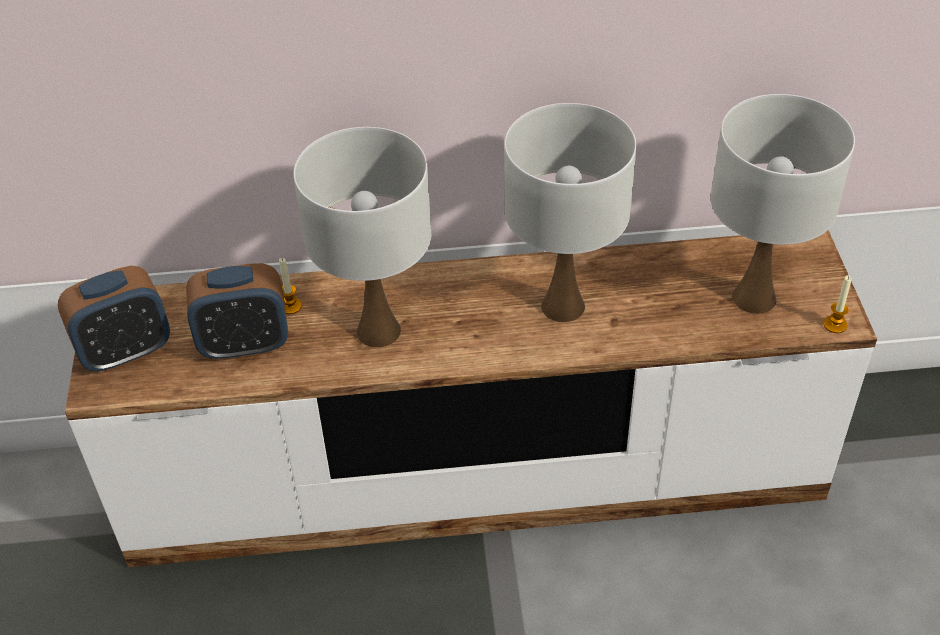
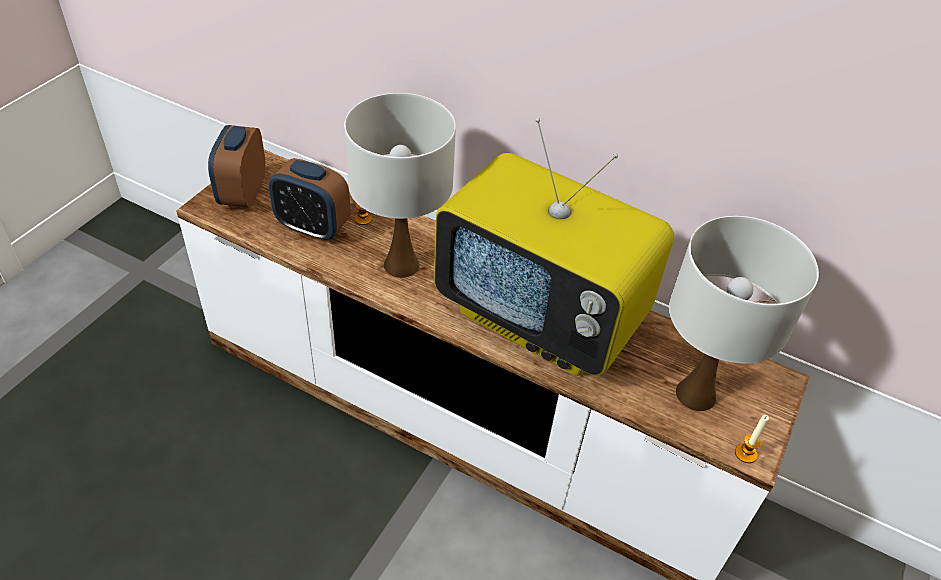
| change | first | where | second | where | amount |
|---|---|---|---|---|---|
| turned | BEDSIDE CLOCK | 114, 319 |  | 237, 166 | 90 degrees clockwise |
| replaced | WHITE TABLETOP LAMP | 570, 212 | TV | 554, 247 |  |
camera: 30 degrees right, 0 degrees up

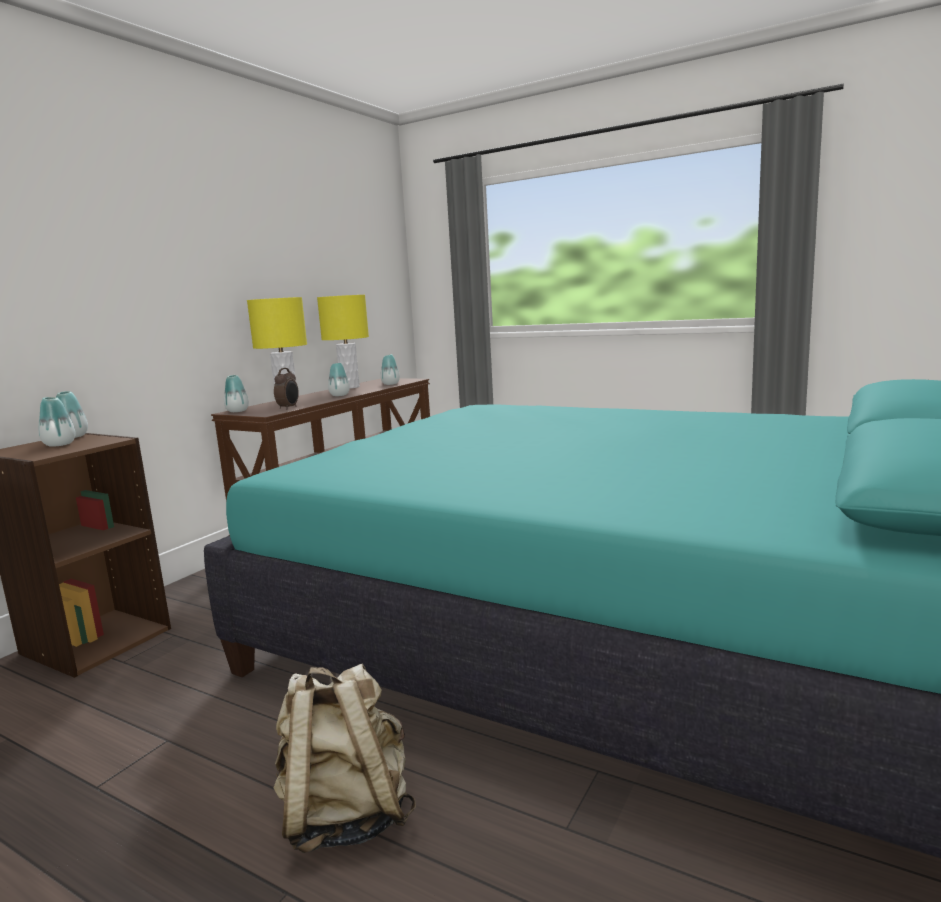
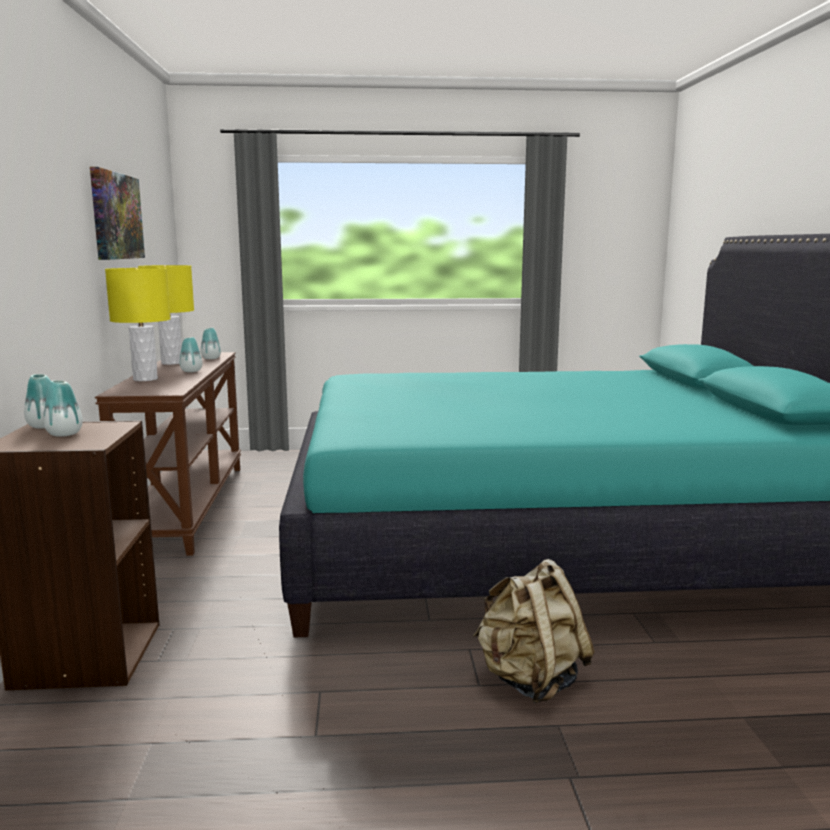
| change | first | where | second | where | amount |
|---|---|---|---|---|---|
| removed | FLOWER VASE | 236, 393 |  |  |  |
| removed | BEDSIDE CLOCK | 286, 388 |  |  |  |
| added |  |  | WALL PICTURE | 117, 213 |  |
camera: 35 degrees left, 0 degrees up

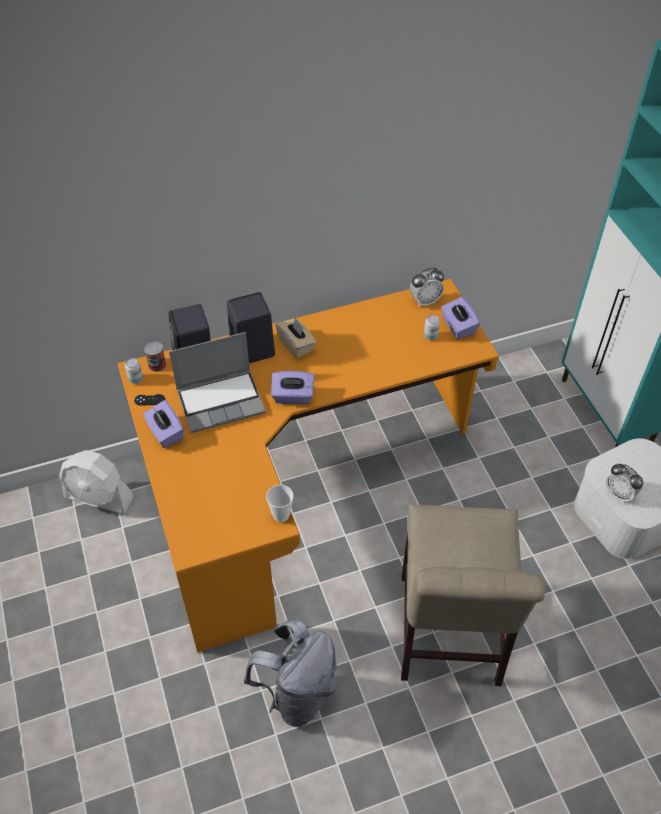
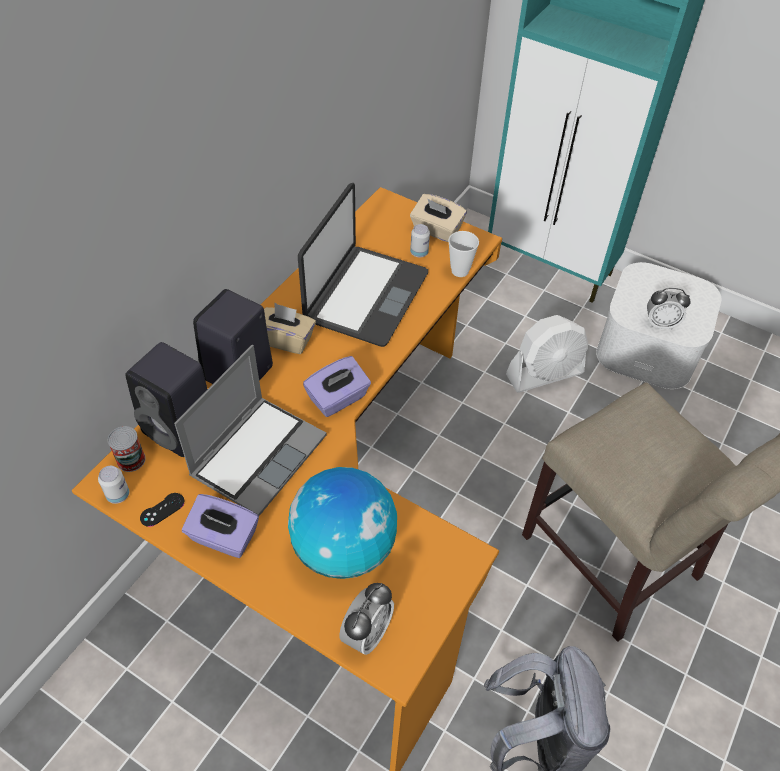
| change | first | where | second | where | amount |
|---|---|---|---|---|---|
| moved | WHITE ELECTRIC FAN | 96, 482 |  | 547, 354 |  |
| moved | DRINKING CUP | 280, 503 |  | 463, 254 |  |
| moved | BEDSIDE CLOCK | 427, 287 |  | 366, 619 |  |
| recoloured | PURPLISH TISSUE HOLDER | 460, 318 | SAND-COLOURED TISSUE HOLDER | 438, 218 |  |
| added |  |  | WORLD GLOBE | 342, 523 |  |
| added |  |  | NOTEBOOK COMPUTER | 363, 265 |  |
camera: 40 degrees left, 0 degrees up

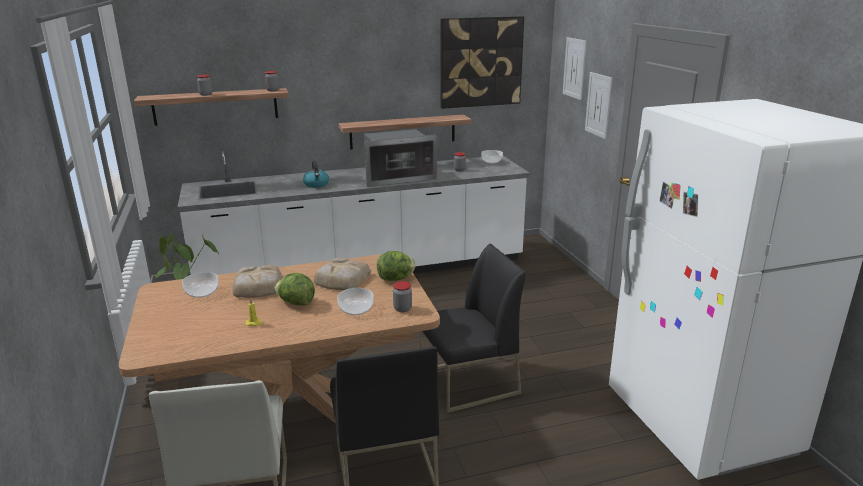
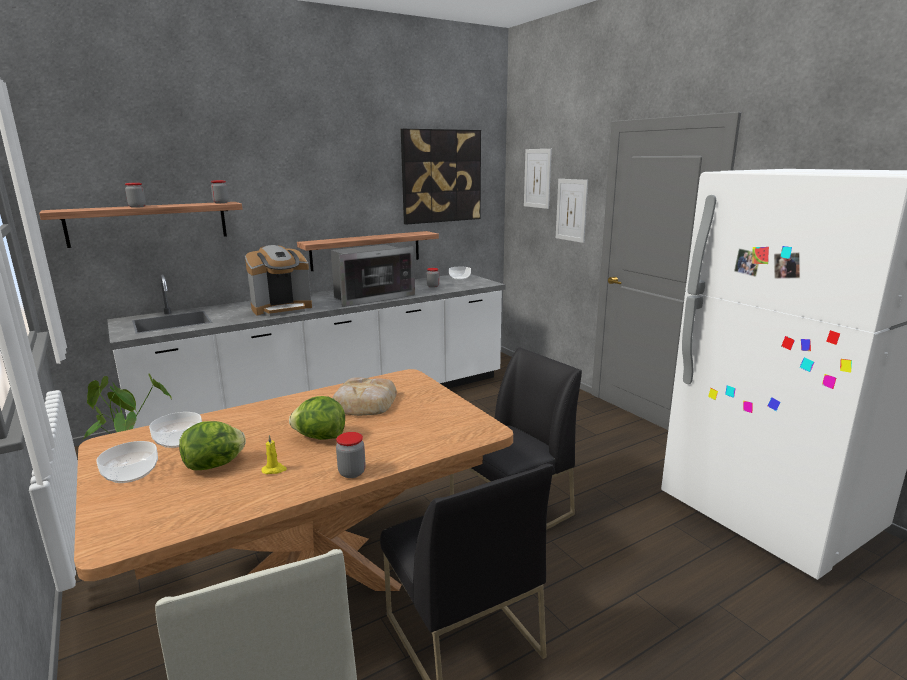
| change | first | where | second | where | amount |
|---|---|---|---|---|---|
| removed | BAKED BREAD | 257, 281 |  |  |  |
| replaced | TEA KETTLE | 316, 174 | COFFEE MACHINE | 278, 280 |  |
| moved | BOWL | 355, 301 |  | 127, 462 |  |
| moved | HEAD OF LETTUCE | 396, 266 |  | 212, 445 |  |
| moved | JAR | 402, 296 |  | 351, 455 |  |
camera: 15 degrees left, 5 degrees down

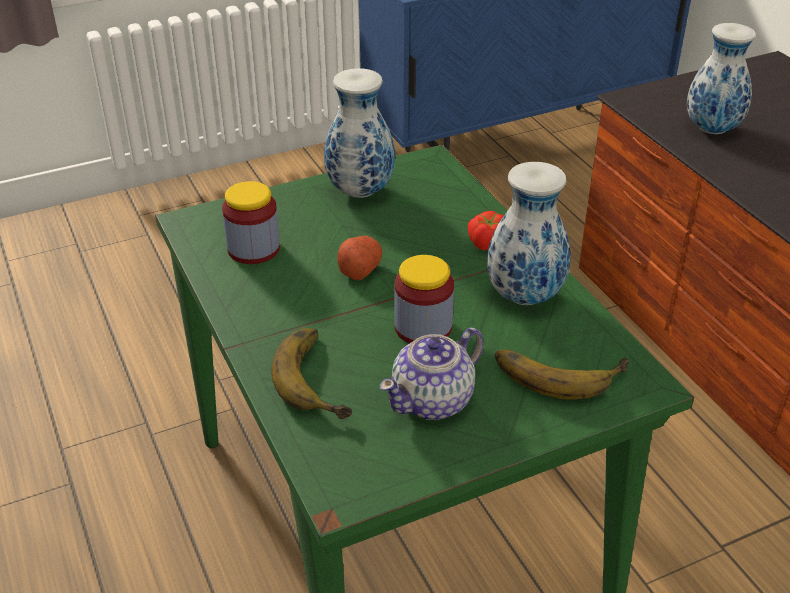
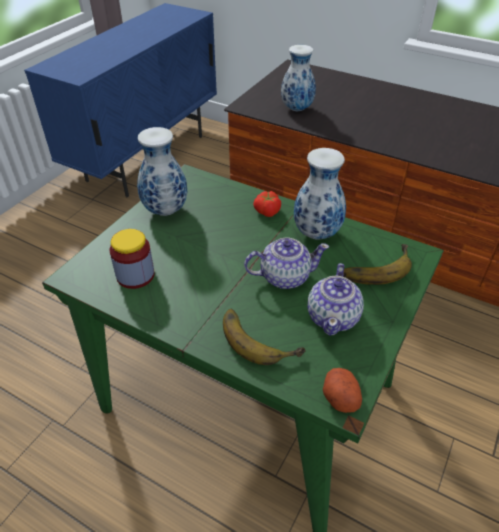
| change | first | where | second | where | amount |
|---|---|---|---|---|---|
| moved | POTATO | 359, 258 |  | 342, 390 |  |
| replaced | JAR | 424, 299 | TEA POT | 286, 263 |  |
camera: 35 degrees left, 5 degrees up

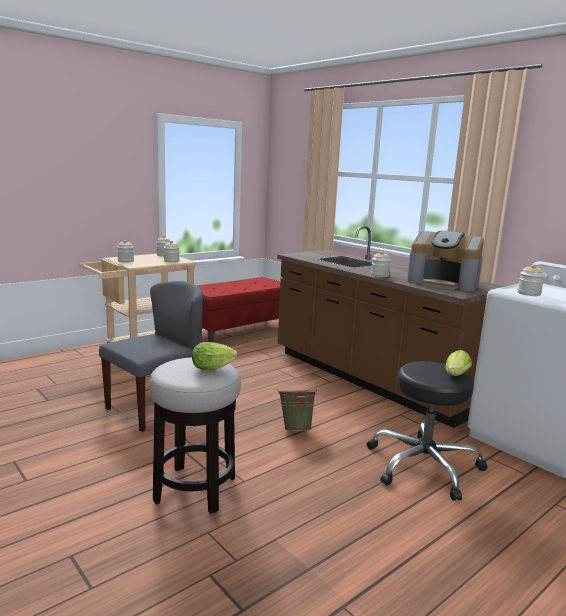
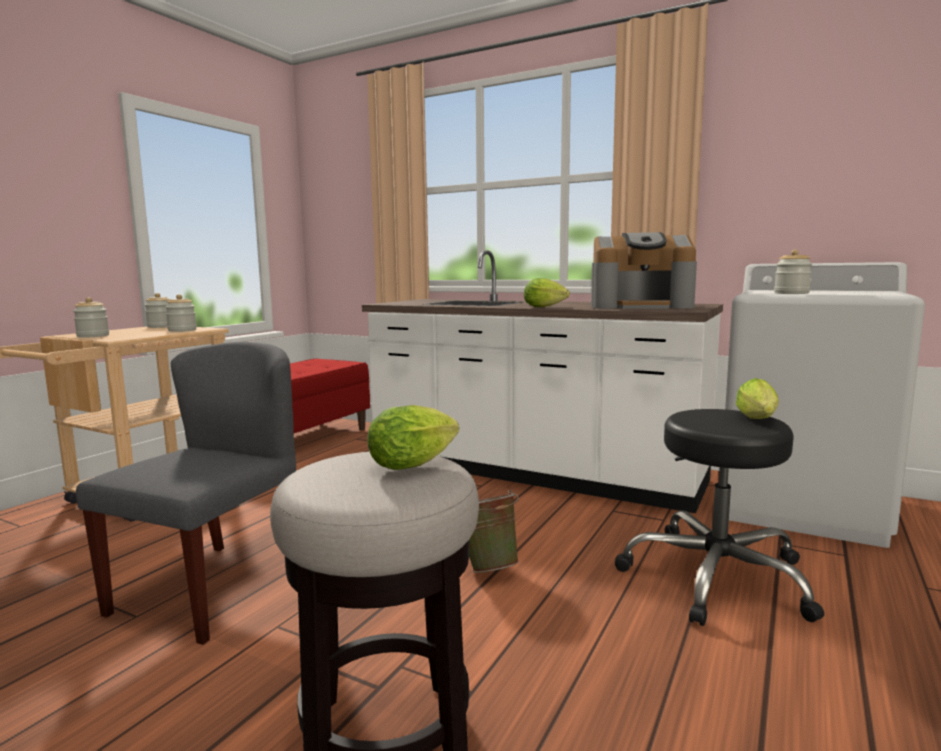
| change | first | where | second | where | amount |
|---|---|---|---|---|---|
| recoloured | BROWN-COLOURED KITCHEN BASE UNIT | 391, 327 | WHITE KITCHEN BASE UNIT | 542, 381 |  |
| replaced | JAR | 381, 264 | HEAD OF LETTUCE | 546, 292 |  |
camera: 20 degrees left, 5 degrees down

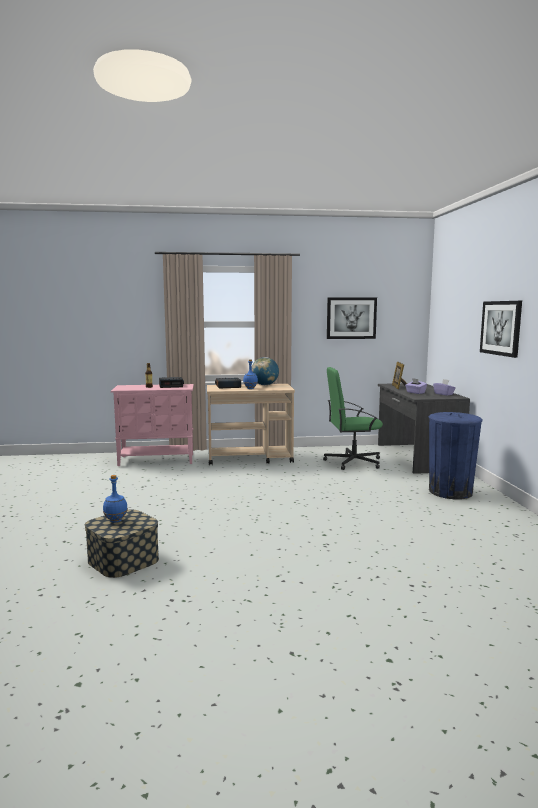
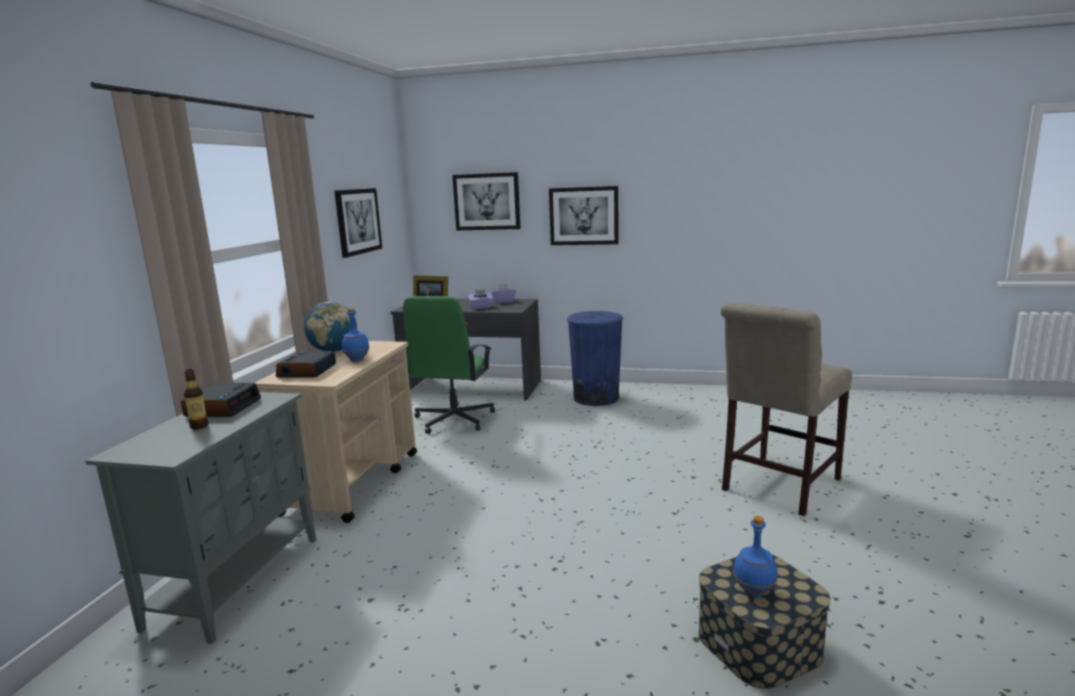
| change | first | where | second | where | amount |
|---|---|---|---|---|---|
| recoloured | PINKISH CABINET | 152, 425 | GRAY CABINET | 200, 518 |  |
| added |  |  | WALL PICTURE | 486, 201 |  |
| added |  |  | SAND-COLOURED CHAIR | 786, 409 |  |
camera: 70 degrees left, 5 degrees up

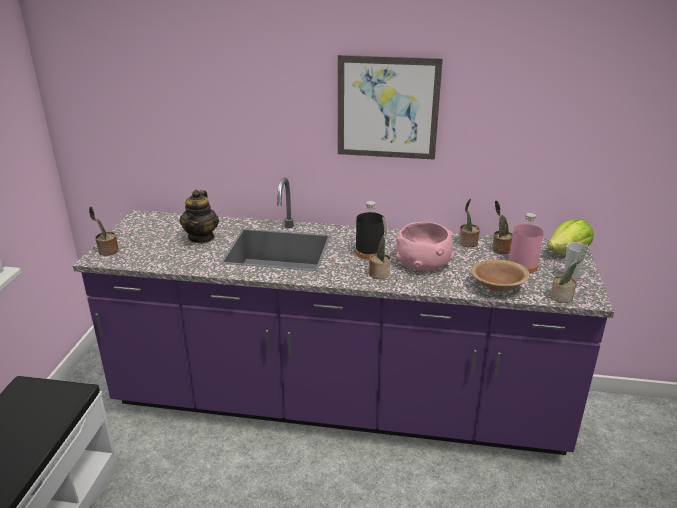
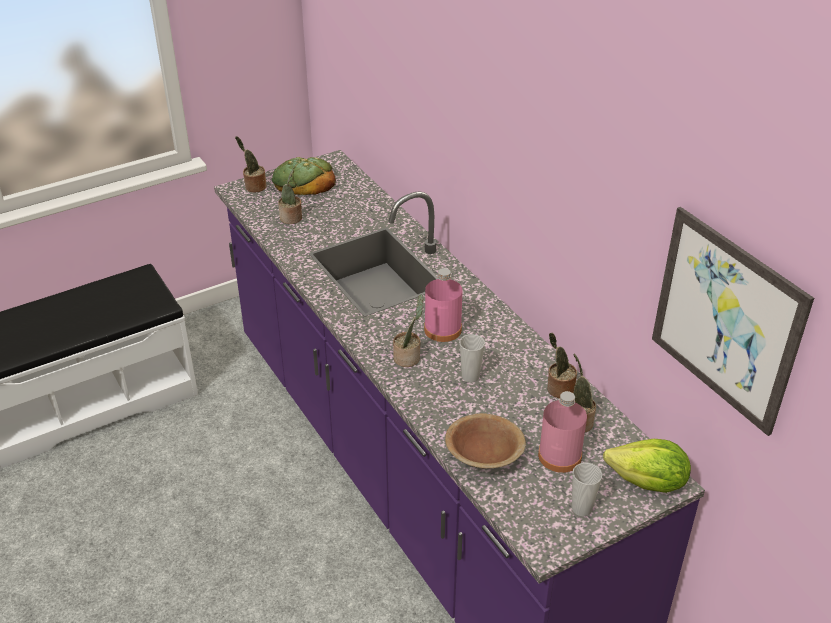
| change | first | where | second | where | amount |
|---|---|---|---|---|---|
| removed | TEA POT | 199, 216 |  |  |  |
| moved | WALL PICTURE | 390, 107 |  | 733, 321 |  |
| recoloured | BLACK-COLOURED BEVERAGE BOTTLE | 369, 230 | PINKISH BEVERAGE BOTTLE | 443, 305 |  |
| replaced | PINKISH BOWL | 425, 246 | DRINKING CUP | 472, 358 |  |
| moved | HOUSEPLANT | 569, 273 |  | 290, 197 |  |
| added |  |  | BAKED BREAD | 304, 176 |  |
camera: 50 degrees right, 10 degrees up

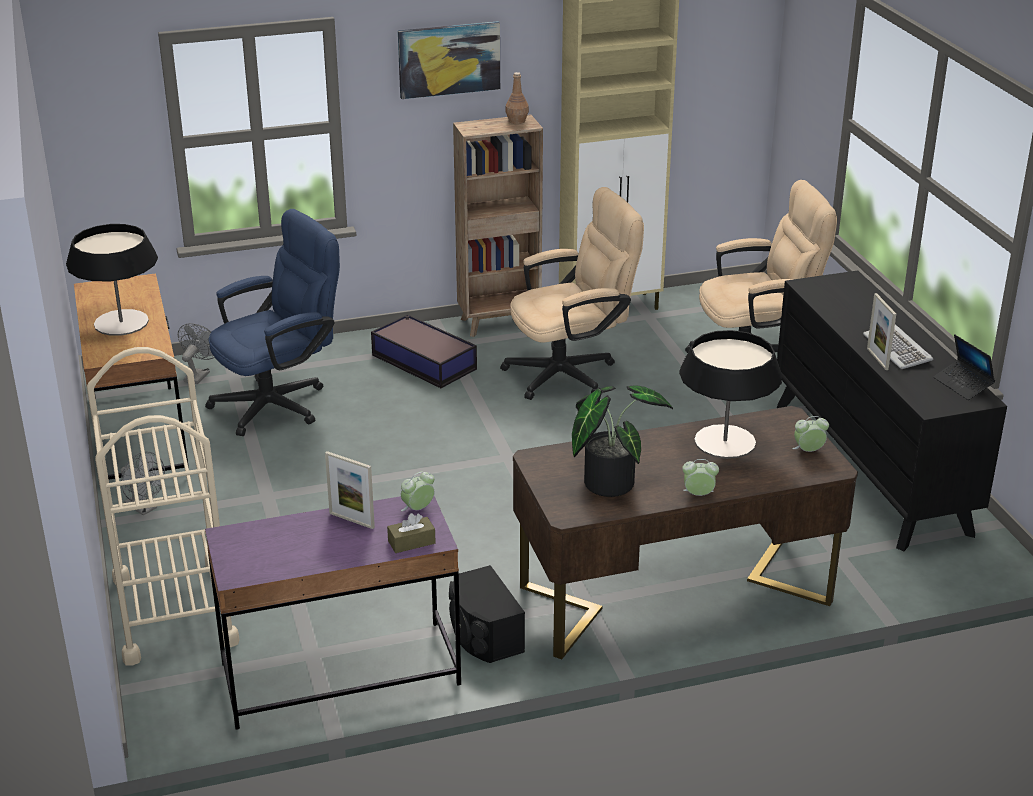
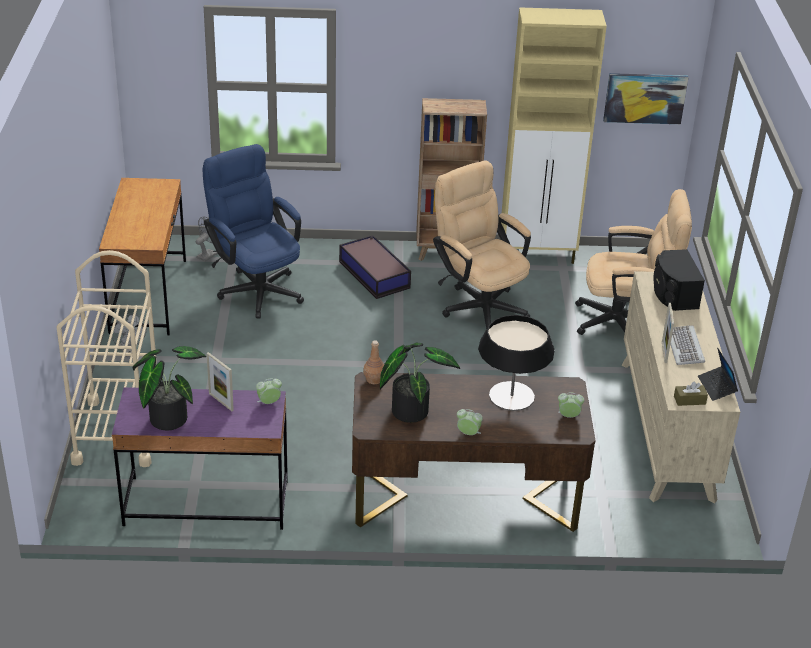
| change | first | where | second | where | amount |
|---|---|---|---|---|---|
| removed | TABLETOP LAMP | 112, 280 |  |  |  |
| turned | BLUE COMPUTER CHAIR | 272, 322 |  | 253, 231 | 105 degrees counterclockwise |
| moved | BROWN-COLOURED TISSUE HOLDER | 411, 533 |  | 691, 394 |  |
| moved | WALL PICTURE | 449, 60 |  | 646, 98 |  |
| moved | BLACK-COLOURED SPEAKER | 487, 614 |  | 679, 280 |  |
| turned | SAND-COLOURED COMPUTER CHAIR | 572, 293 |  | 482, 244 | 120 degrees counterclockwise |
| moved | BROWN-COLOURED BEVERAGE BOTTLE | 517, 98 |  | 373, 362 |  |
| recoloured | BLACK-COLOURED DRESSER | 892, 411 | SAND-COLOURED DRESSER | 680, 387 |  |
| added |  |  | HOUSEPLANT | 169, 388 |  |
camera: 15 degrees right, 5 degrees up

